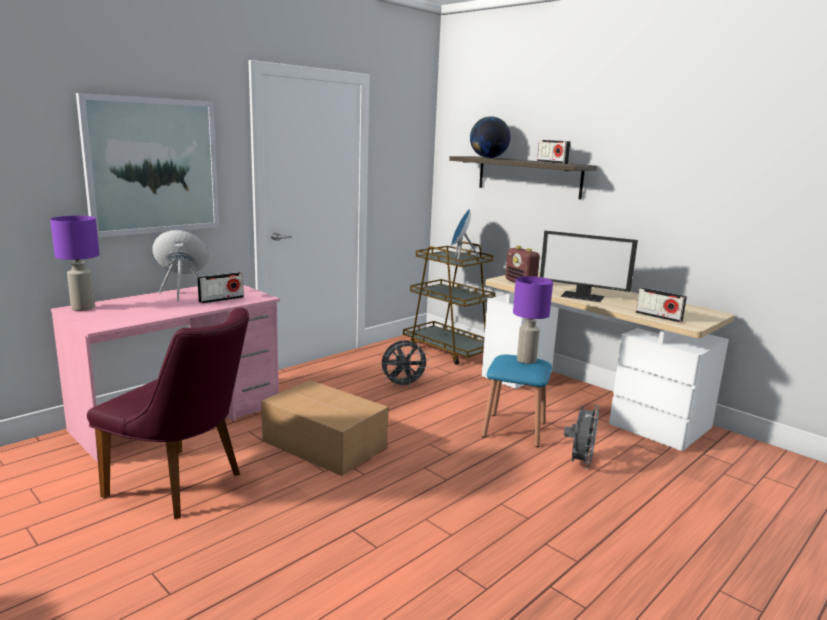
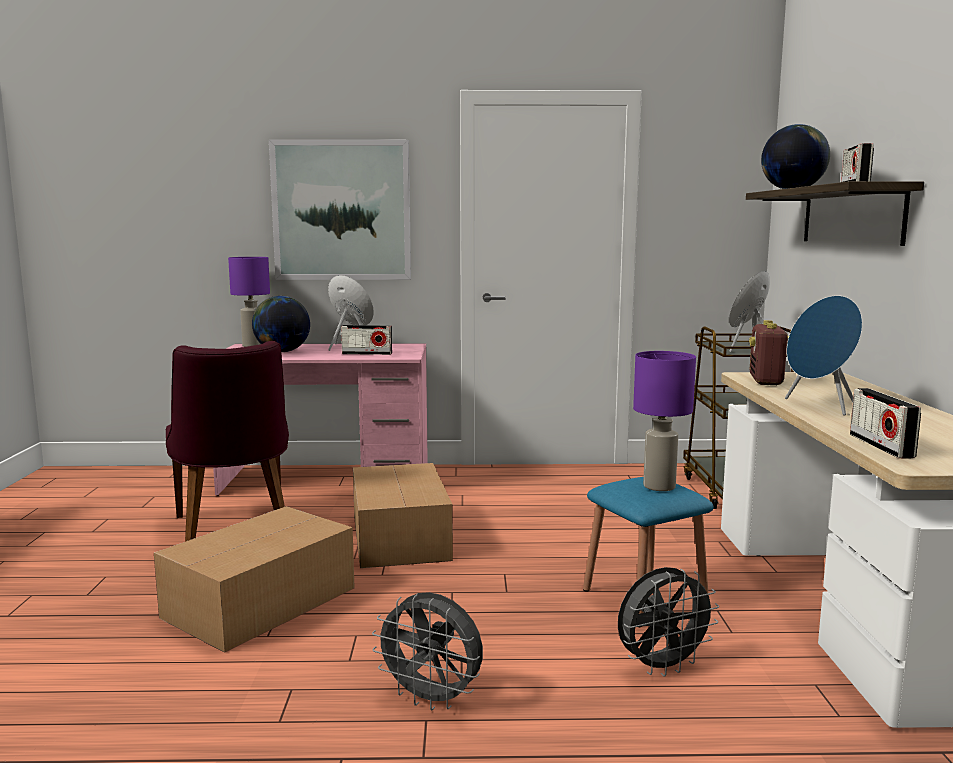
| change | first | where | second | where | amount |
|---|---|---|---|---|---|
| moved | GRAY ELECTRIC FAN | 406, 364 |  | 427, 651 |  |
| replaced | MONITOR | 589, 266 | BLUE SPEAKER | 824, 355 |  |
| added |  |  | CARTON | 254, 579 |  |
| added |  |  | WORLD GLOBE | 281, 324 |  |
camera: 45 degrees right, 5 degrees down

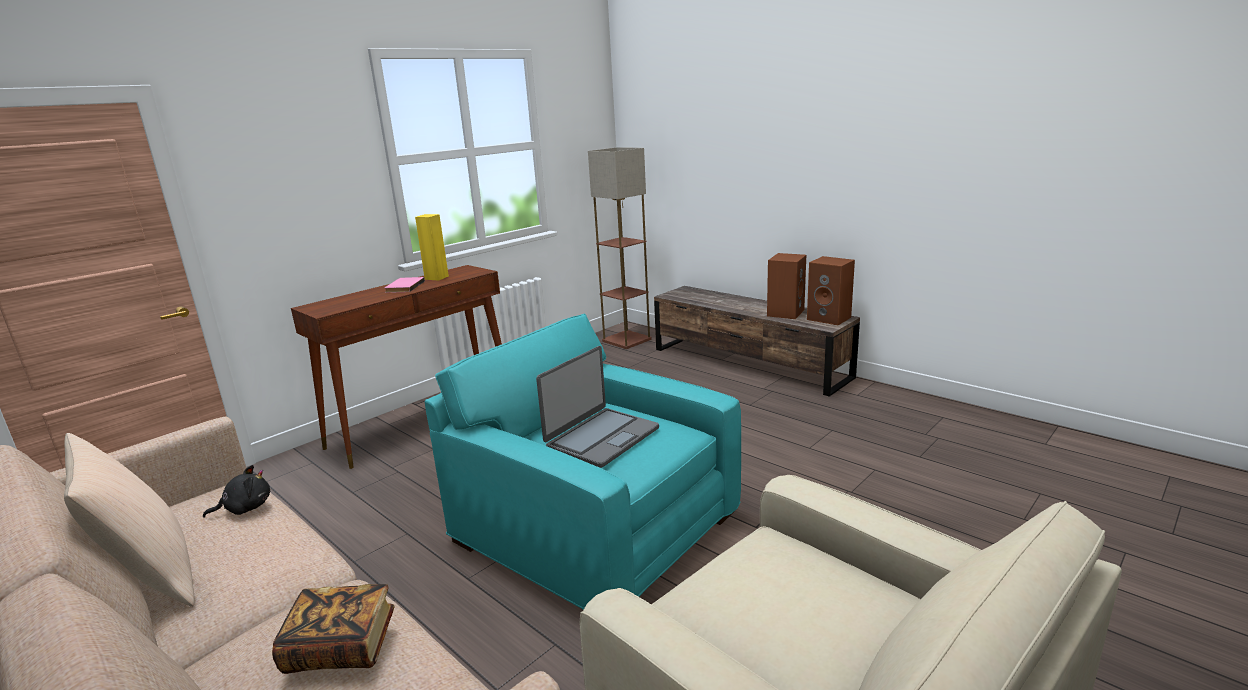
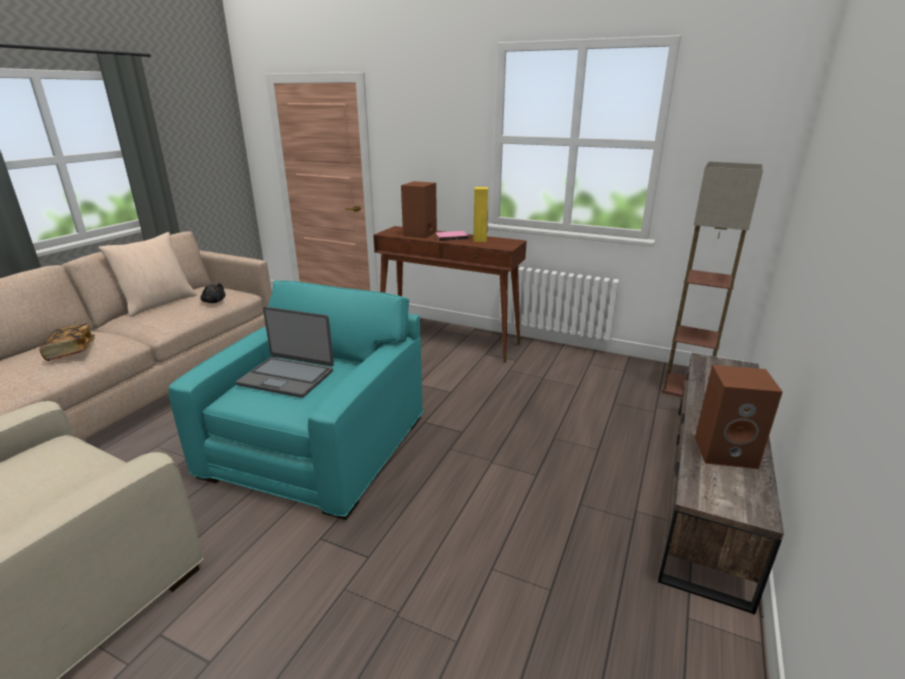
| change | first | where | second | where | amount |
|---|---|---|---|---|---|
| moved | BROWN-COLOURED SPEAKER | 831, 290 |  | 419, 209 |  |
camera: 70 degrees right, 5 degrees up

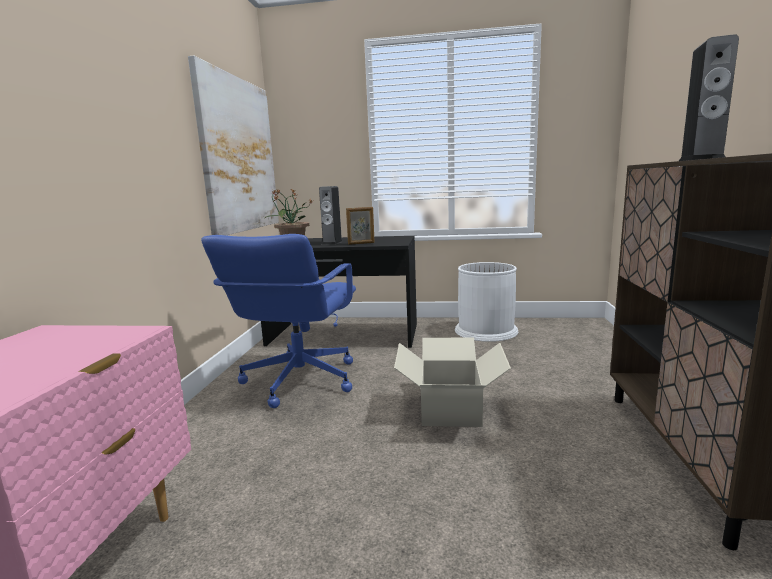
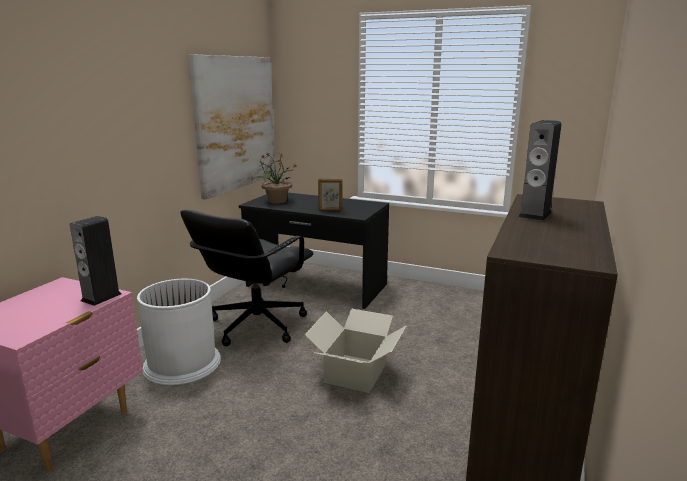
| change | first | where | second | where | amount |
|---|---|---|---|---|---|
| recoloured | BLUE COMPUTER CHAIR | 278, 321 | BLACK-COLOURED COMPUTER CHAIR | 247, 278 |  |
| moved | SPEAKER | 331, 215 |  | 96, 261 |  |
| moved | WHITE TRASH CAN | 486, 302 |  | 179, 332 |  |
camera: 15 degrees right, 5 degrees up

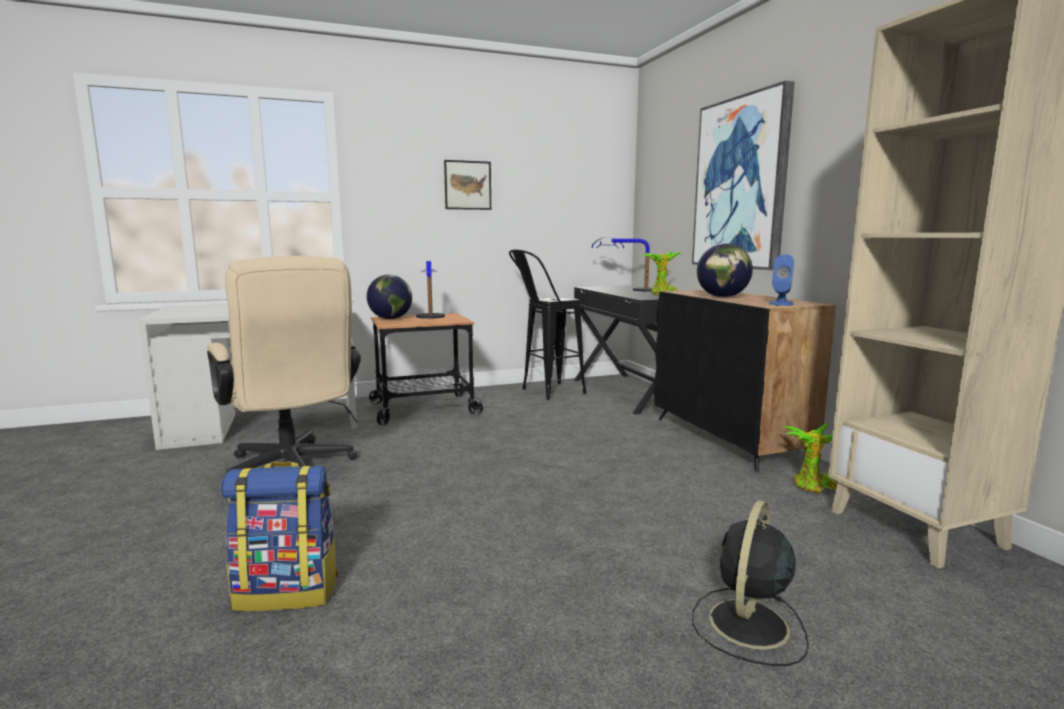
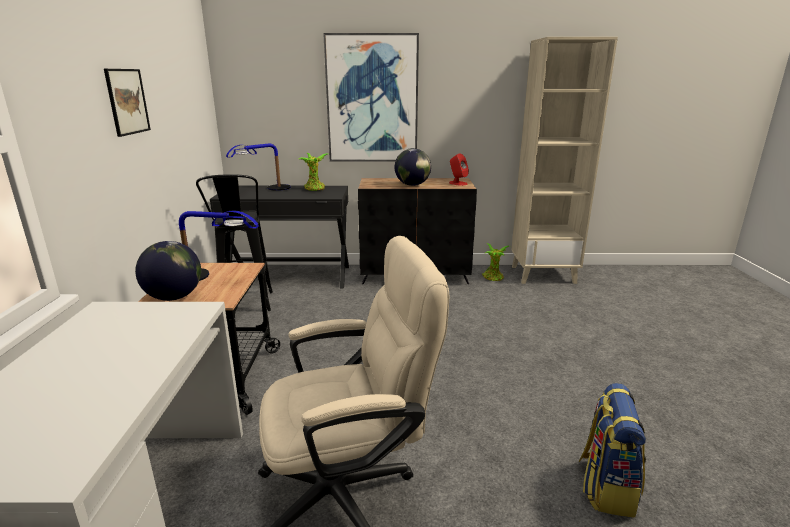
| change | first | where | second | where | amount |
|---|---|---|---|---|---|
| removed | BLACK-COLOURED ELECTRIC FAN | 750, 583 |  |  |  |
| recoloured | BLUE SPEAKER | 781, 280 | REDDISH SPEAKER | 459, 169 |  |
camera: 70 degrees left, 10 degrees up

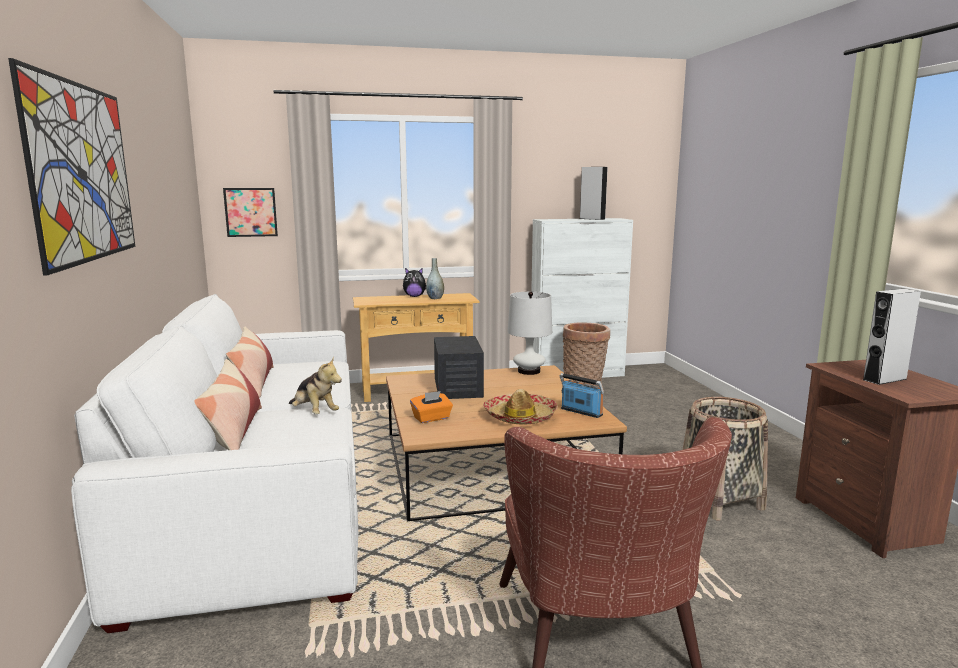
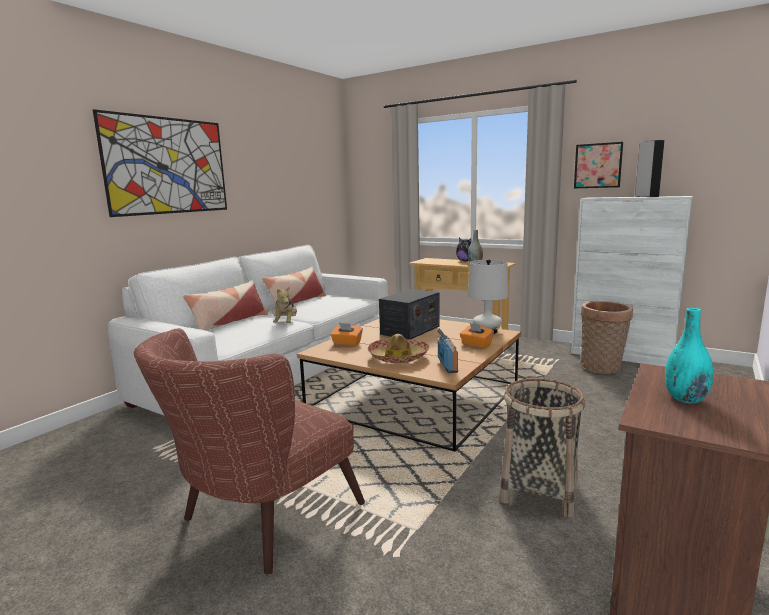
| change | first | where | second | where | amount |
|---|---|---|---|---|---|
| moved | WALL PICTURE | 250, 212 |  | 598, 165 |  |
| replaced | GRAY SPEAKER | 892, 337 | TURQUOISE FLOWER VASE | 689, 355 |  |
| added |  |  | ORANGE TISSUE HOLDER | 477, 336 |  |
camera: 45 degrees right, 0 degrees up

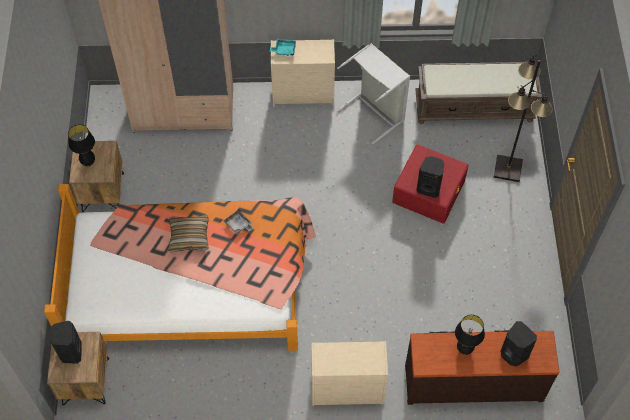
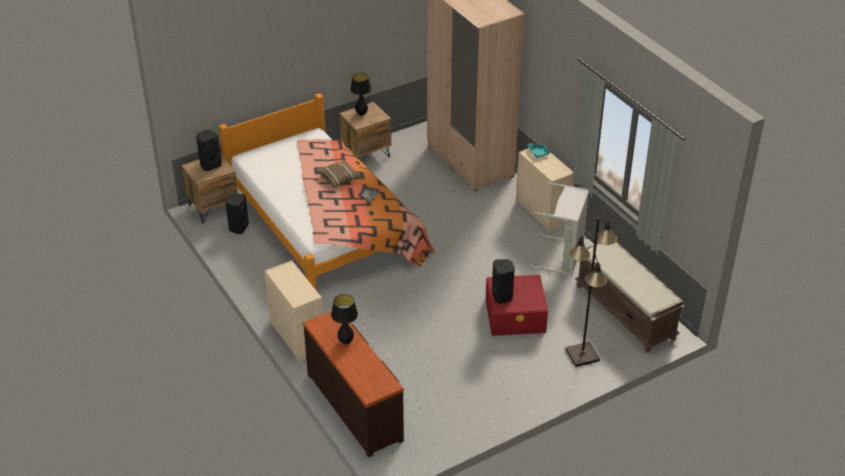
| change | first | where | second | where | amount |
|---|---|---|---|---|---|
| moved | BLACK-COLOURED SPEAKER | 518, 344 |  | 237, 213 |  |
camera: 60 degrees right, 20 degrees down

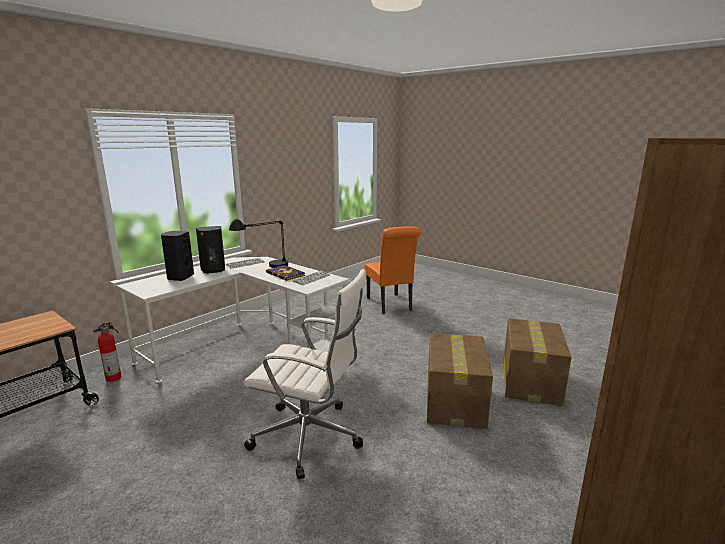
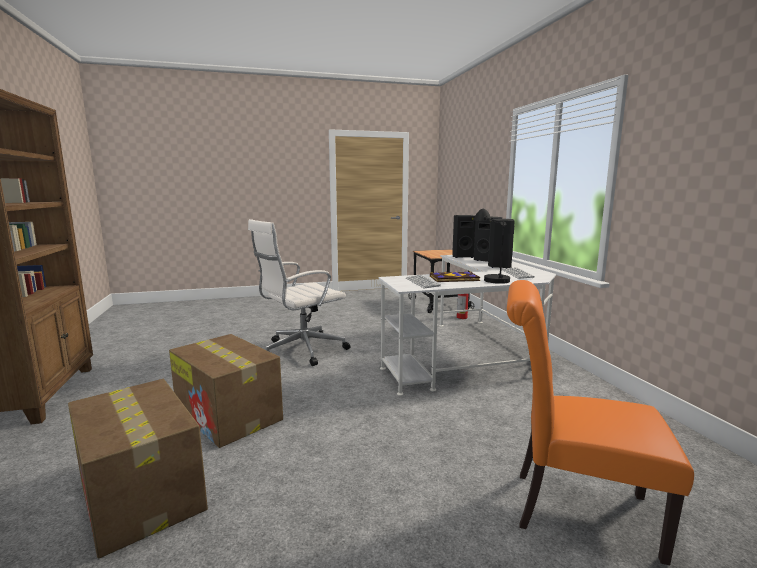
| change | first | where | second | where | amount |
|---|---|---|---|---|---|
| added |  |  | BLACK-COLOURED SPEAKER | 463, 236 |  |
camera: 125 degrees right, 5 degrees down

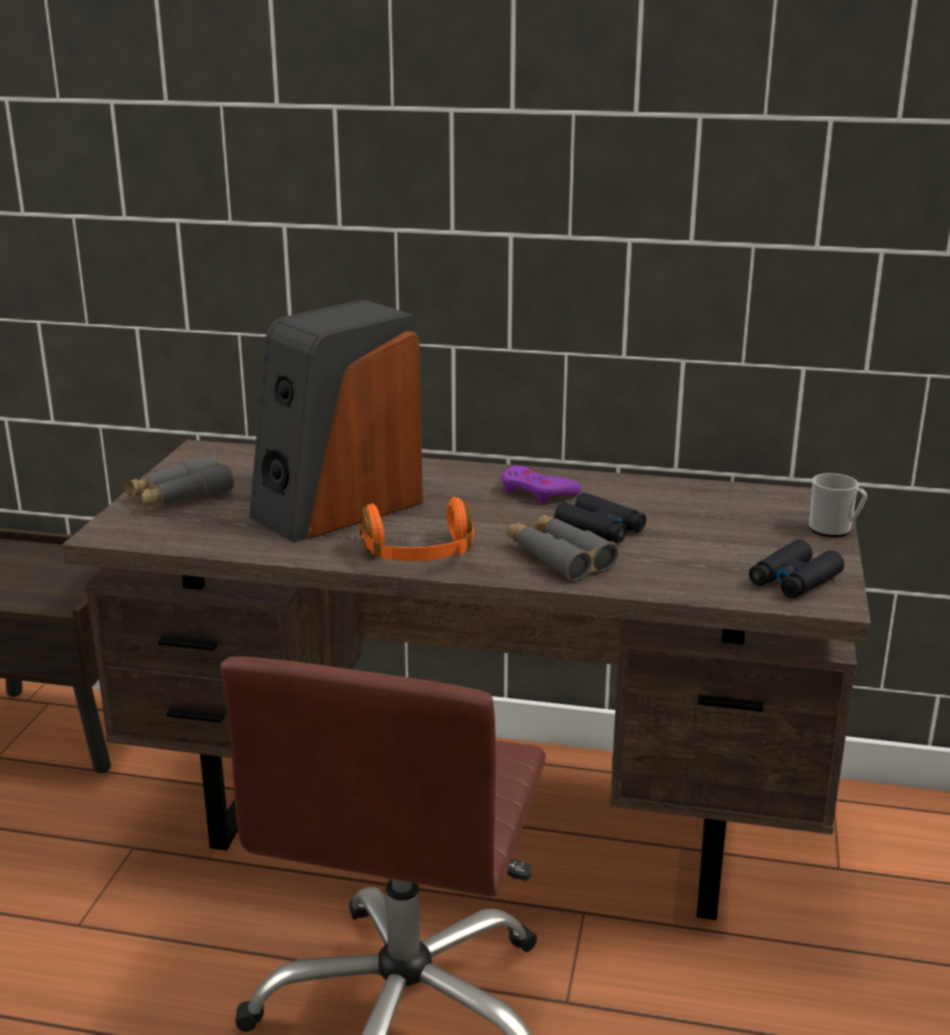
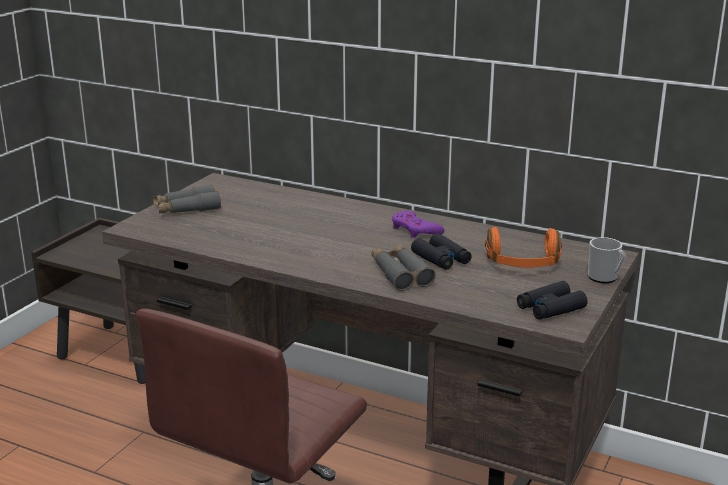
| change | first | where | second | where | amount |
|---|---|---|---|---|---|
| removed | SPEAKER | 336, 421 |  |  |  |
| moved | ORANGE HEADPHONES | 416, 529 |  | 523, 247 |  |
camera: 15 degrees right, 0 degrees up

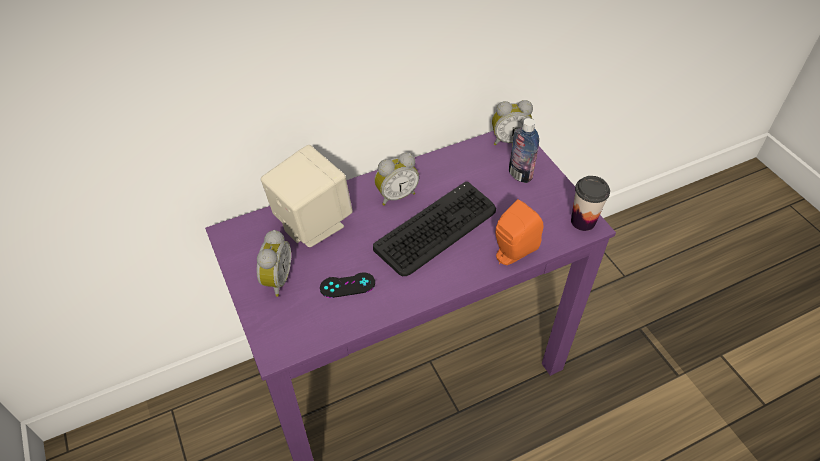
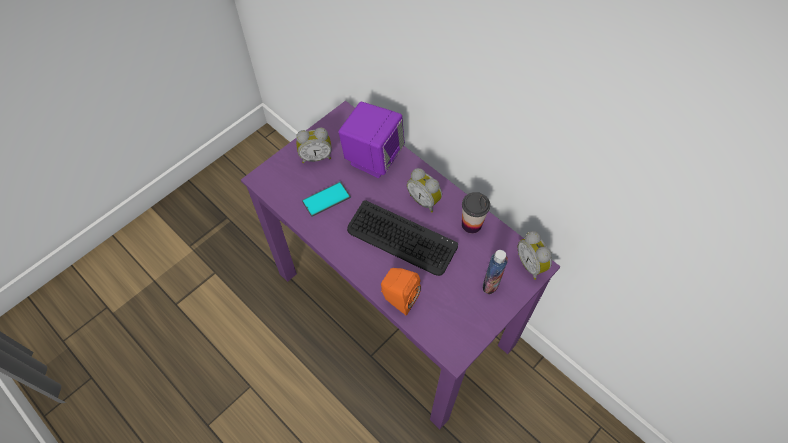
| change | first | where | second | where | amount |
|---|---|---|---|---|---|
| recoloured | SAND-COLOURED SPEAKER | 307, 196 | PURPLISH SPEAKER | 372, 140 |  |
| replaced | BLACK-COLOURED GAMEPAD | 347, 285 | PHONE | 326, 199 |  |
| moved | DRINKING CUP | 590, 203 |  | 476, 213 |  |
camera: 70 degrees right, 10 degrees up

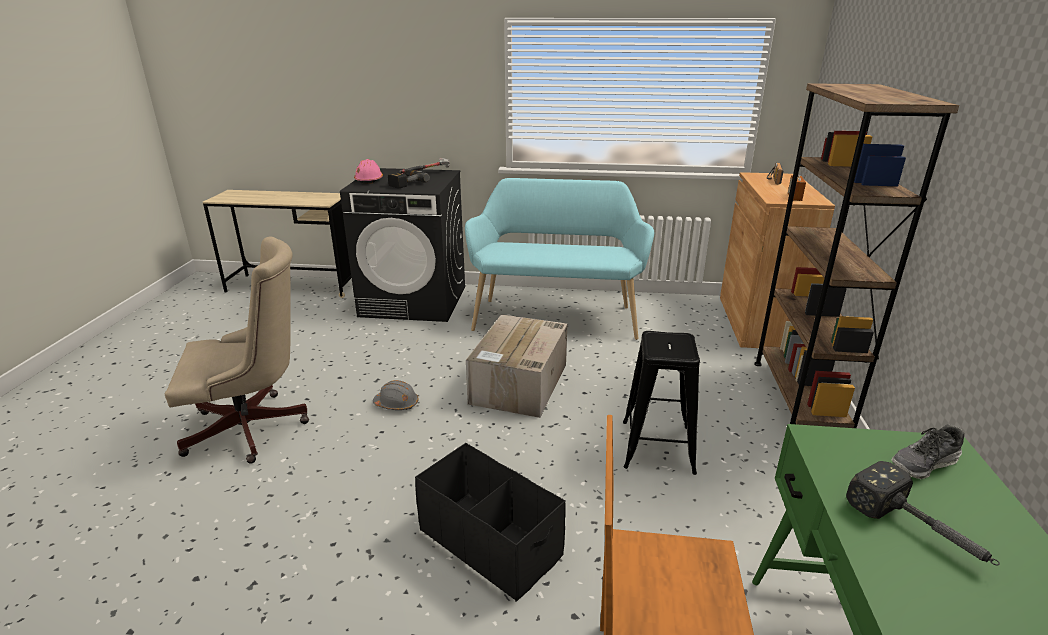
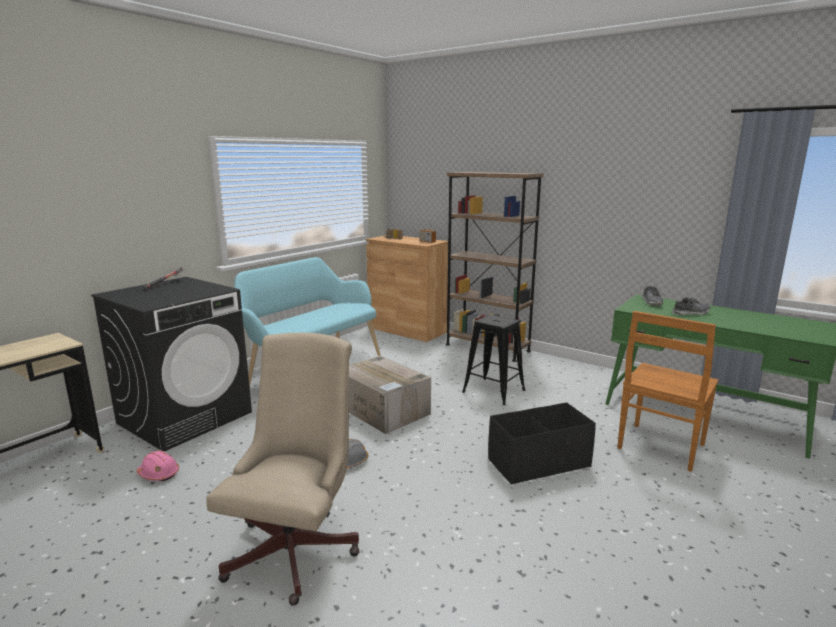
| change | first | where | second | where | amount |
|---|---|---|---|---|---|
| moved | PINKISH WORK HELMET | 368, 171 |  | 158, 465 |  |
| removed | POWER DRILL | 409, 179 |  |  |  |
| replaced | HAND HAMMER | 923, 513 | LOW SHOE | 691, 306 |  |
camera: 60 degrees left, 10 degrees down

